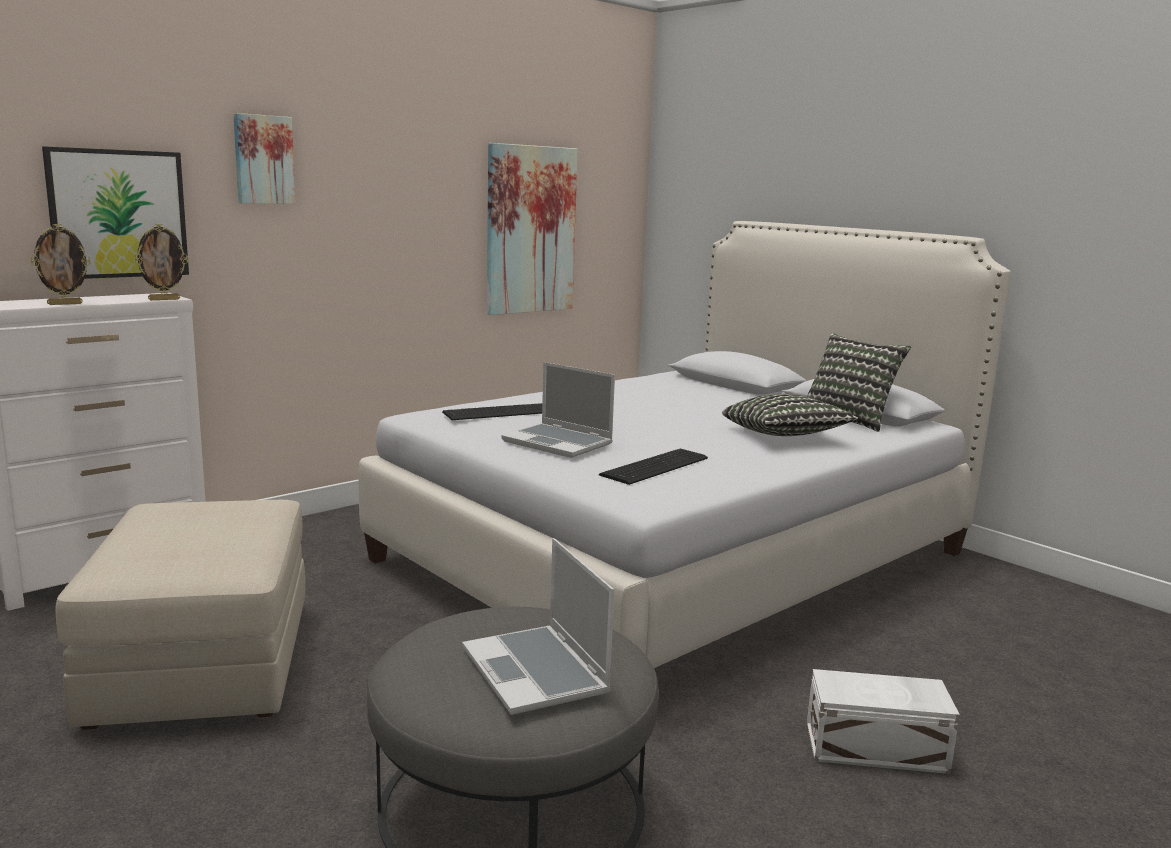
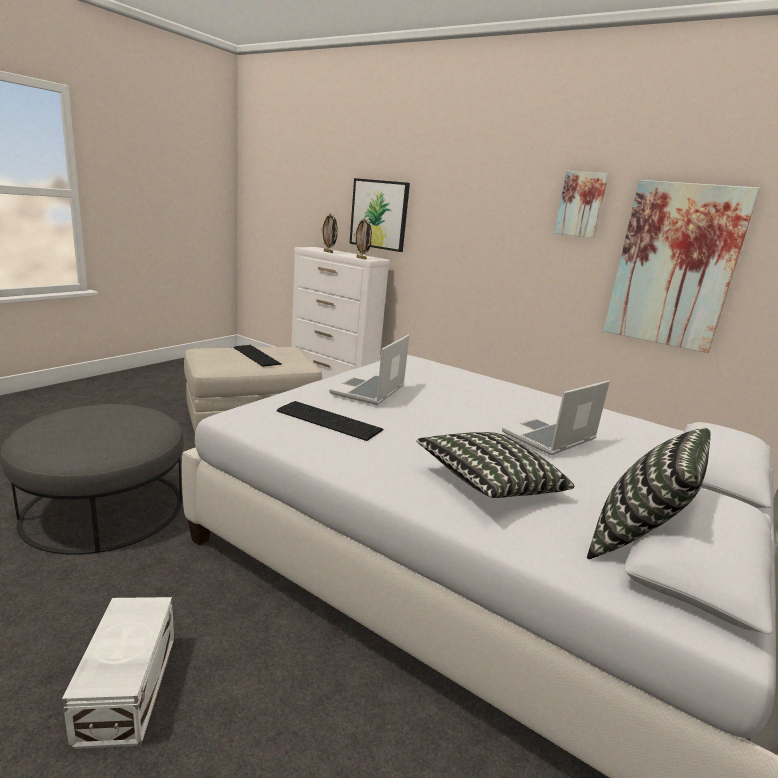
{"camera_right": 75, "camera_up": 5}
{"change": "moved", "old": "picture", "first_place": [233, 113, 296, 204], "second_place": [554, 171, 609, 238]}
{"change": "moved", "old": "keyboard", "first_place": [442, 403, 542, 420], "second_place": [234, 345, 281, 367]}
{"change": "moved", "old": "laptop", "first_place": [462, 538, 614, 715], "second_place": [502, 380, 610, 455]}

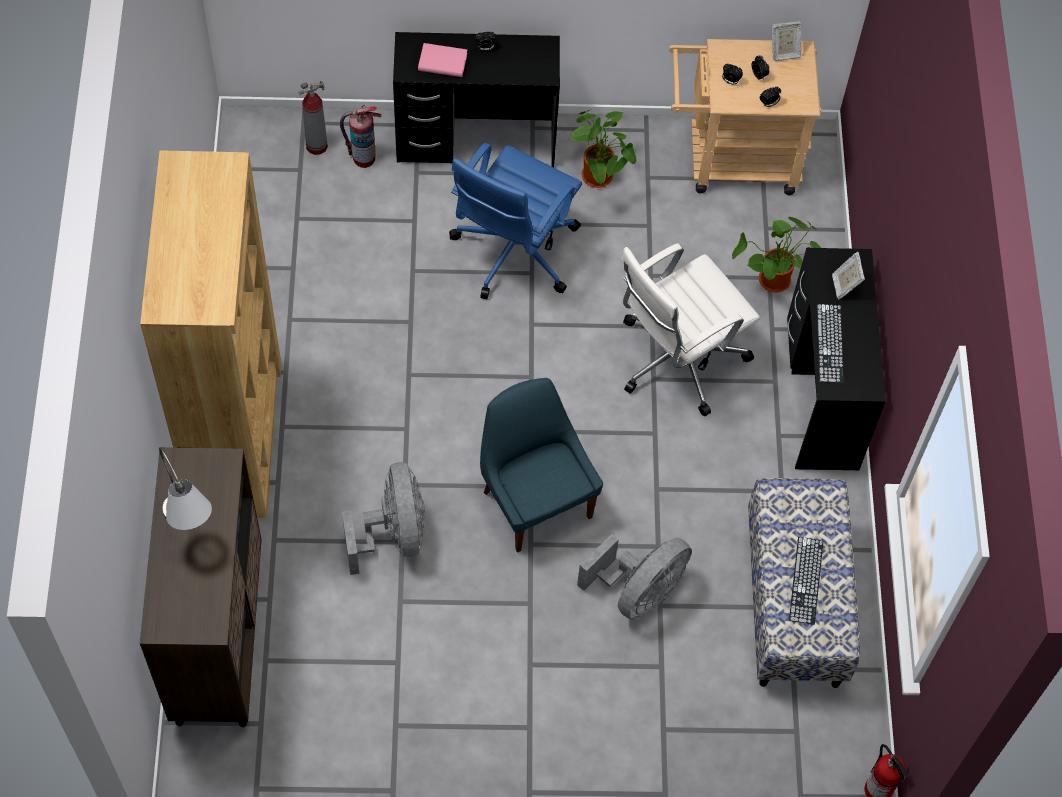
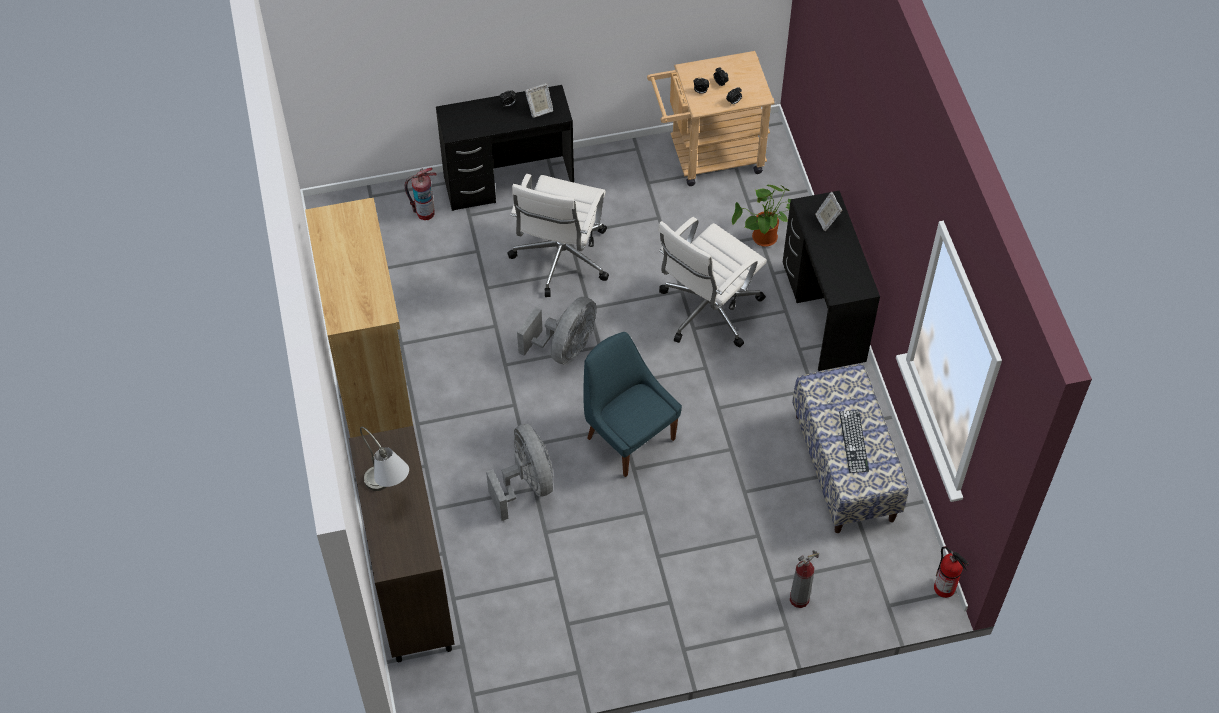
{"camera_right": -10, "camera_up": -5}
{"change": "moved", "old": "fire extinguisher", "first_place": [298, 81, 328, 155], "second_place": [790, 550, 819, 608]}
{"change": "removed", "old": "book/pink", "first_place": [418, 43, 467, 77]}
{"change": "recoloured", "old": "office chair/blue", "new": "office chair/white", "first_place": [449, 142, 582, 299], "second_place": [507, 174, 609, 297]}
{"change": "removed", "old": "potted plant", "first_place": [570, 110, 637, 188]}
{"change": "moved", "old": "fan/grey", "first_place": [577, 534, 692, 620], "second_place": [517, 297, 597, 365]}
{"change": "moved", "old": "picture frame", "first_place": [772, 21, 802, 61], "second_place": [525, 83, 553, 118]}
{"change": "removed", "old": "keyboard", "first_place": [816, 304, 844, 383]}

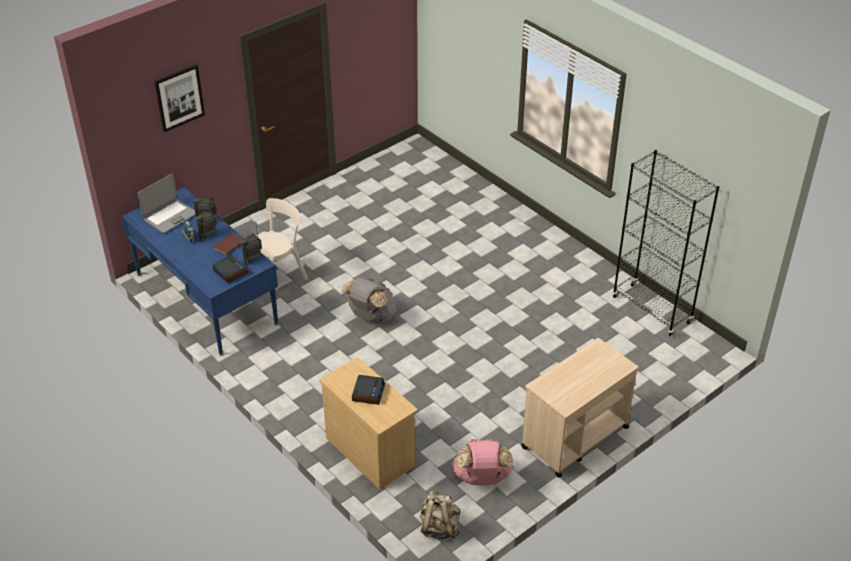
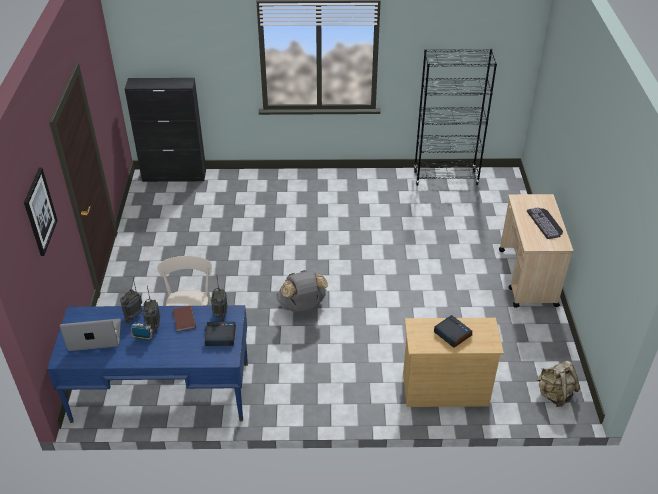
{"camera_right": -50, "camera_up": 0}
{"change": "turned", "old": "laptop", "first_place": [138, 174, 195, 233], "second_place": [60, 319, 121, 351], "degrees": -90}
{"change": "removed", "old": "backpack/pink", "first_place": [452, 438, 513, 485]}
{"change": "added", "new": "cabinet/black", "second_place": [125, 78, 206, 182]}
{"change": "added", "new": "keyboard", "second_place": [527, 208, 563, 239]}

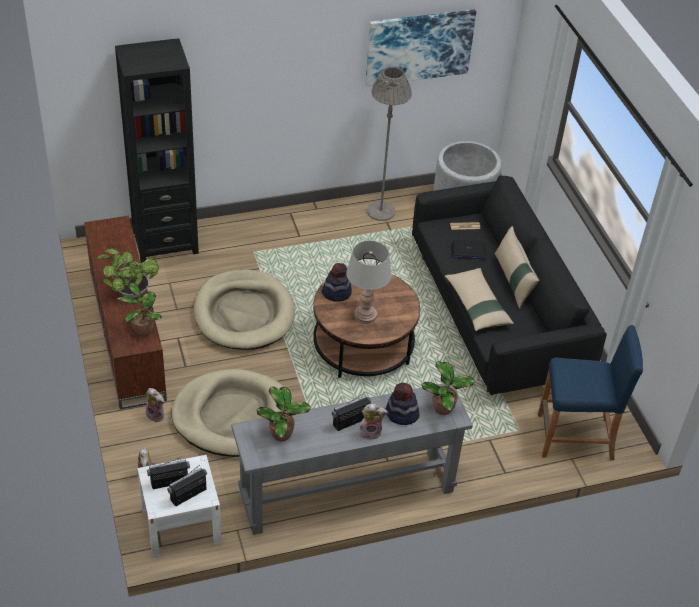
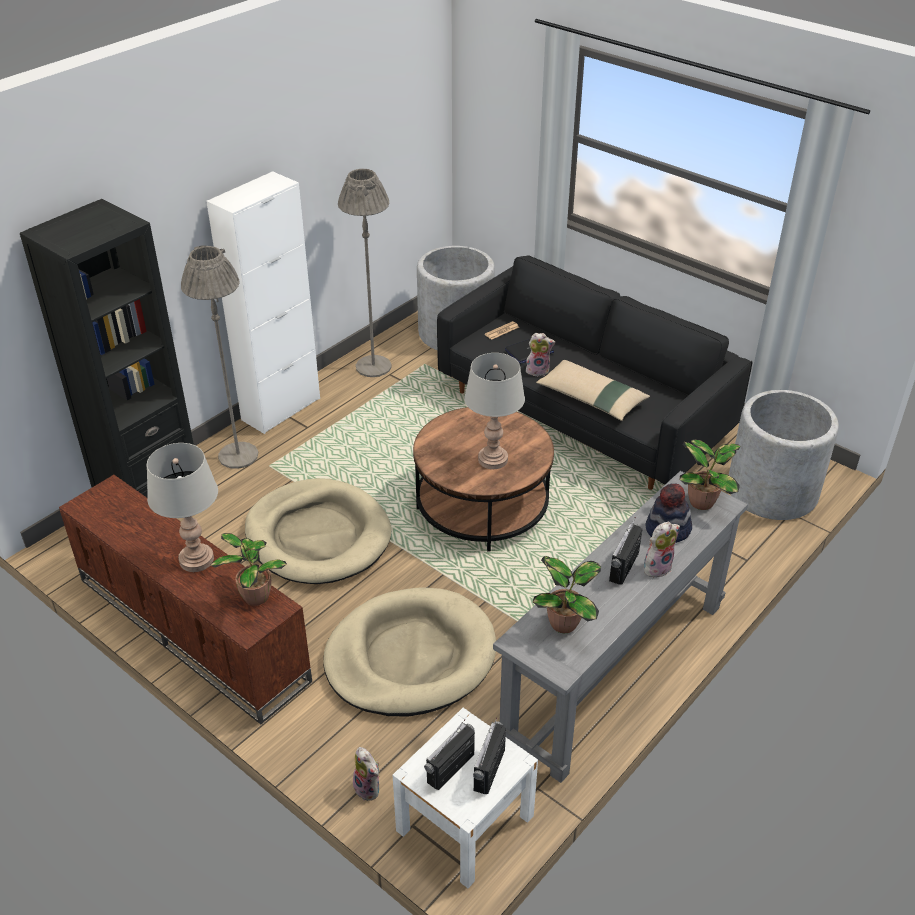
{"camera_right": -30, "camera_up": -5}
{"change": "replaced", "old": "potted plant", "new": "table lamp/grey", "first_place": [96, 249, 159, 298], "second_place": [147, 443, 218, 572]}
{"change": "moved", "old": "plush toy", "first_place": [146, 388, 165, 423], "second_place": [526, 333, 555, 377]}
{"change": "removed", "old": "hat", "first_place": [322, 263, 352, 302]}
{"change": "removed", "old": "picture", "first_place": [365, 9, 476, 86]}
{"change": "removed", "old": "pillow/beige", "first_place": [494, 226, 540, 309]}
{"change": "replaced", "old": "stool/blue", "new": "planter/grey", "first_place": [538, 325, 643, 460], "second_place": [729, 390, 839, 520]}
{"change": "added", "new": "floor lamp/grey", "second_place": [181, 245, 258, 469]}
{"change": "added", "new": "cabinet/white", "second_place": [206, 171, 320, 434]}

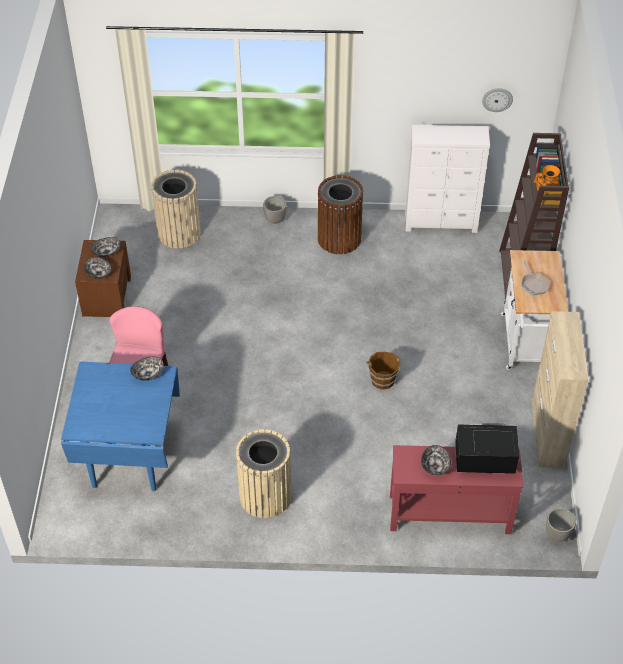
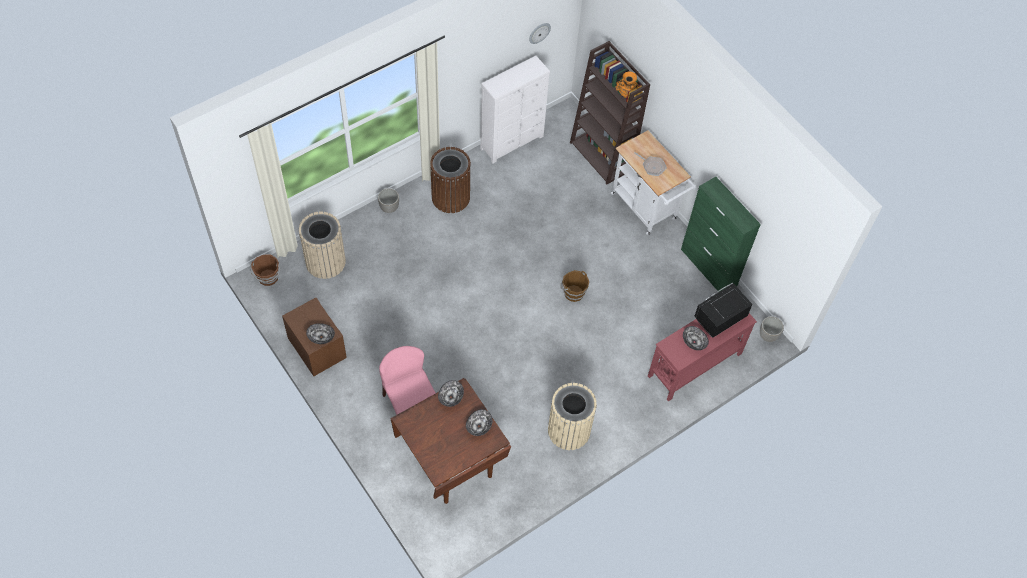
{"camera_right": -40, "camera_up": 10}
{"change": "recoloured", "old": "dining table/blue", "new": "dining table/brown", "first_place": [61, 362, 180, 491], "second_place": [391, 378, 511, 504]}
{"change": "moved", "old": "bowl", "first_place": [90, 237, 121, 257], "second_place": [466, 409, 493, 436]}
{"change": "recoloured", "old": "cabinet/beige", "new": "cabinet/green", "first_place": [532, 311, 589, 468], "second_place": [681, 177, 761, 292]}
{"change": "added", "new": "bucket/brown", "second_place": [251, 255, 280, 286]}

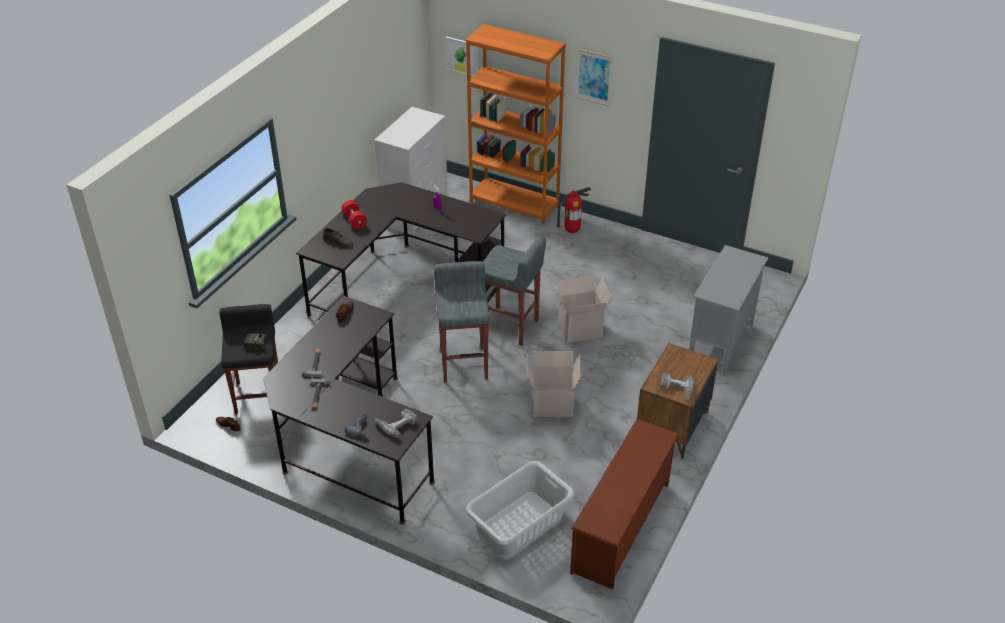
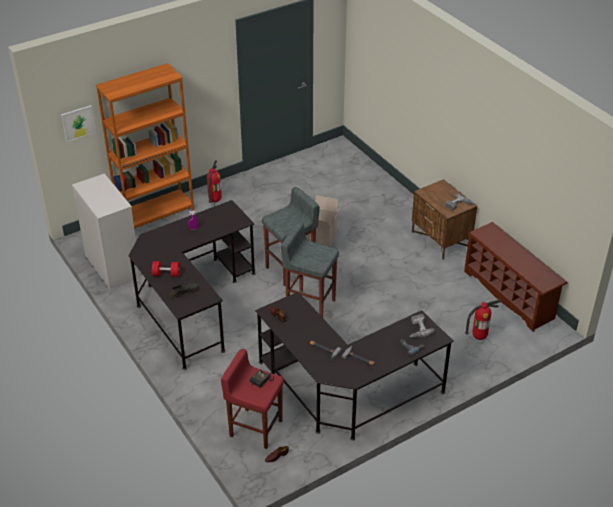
{"camera_right": -60, "camera_up": 0}
{"change": "recoloured", "old": "stool/black", "new": "stool/red", "first_place": [219, 304, 278, 414], "second_place": [221, 349, 284, 449]}
{"change": "replaced", "old": "laundry basket/grey", "new": "fire extinguisher", "first_place": [465, 461, 574, 557], "second_place": [465, 299, 501, 340]}
{"change": "removed", "old": "cardboard box", "first_place": [527, 351, 582, 417]}
{"change": "removed", "old": "picture", "first_place": [576, 49, 612, 106]}
{"change": "removed", "old": "cabinet/grey", "first_place": [689, 245, 768, 376]}

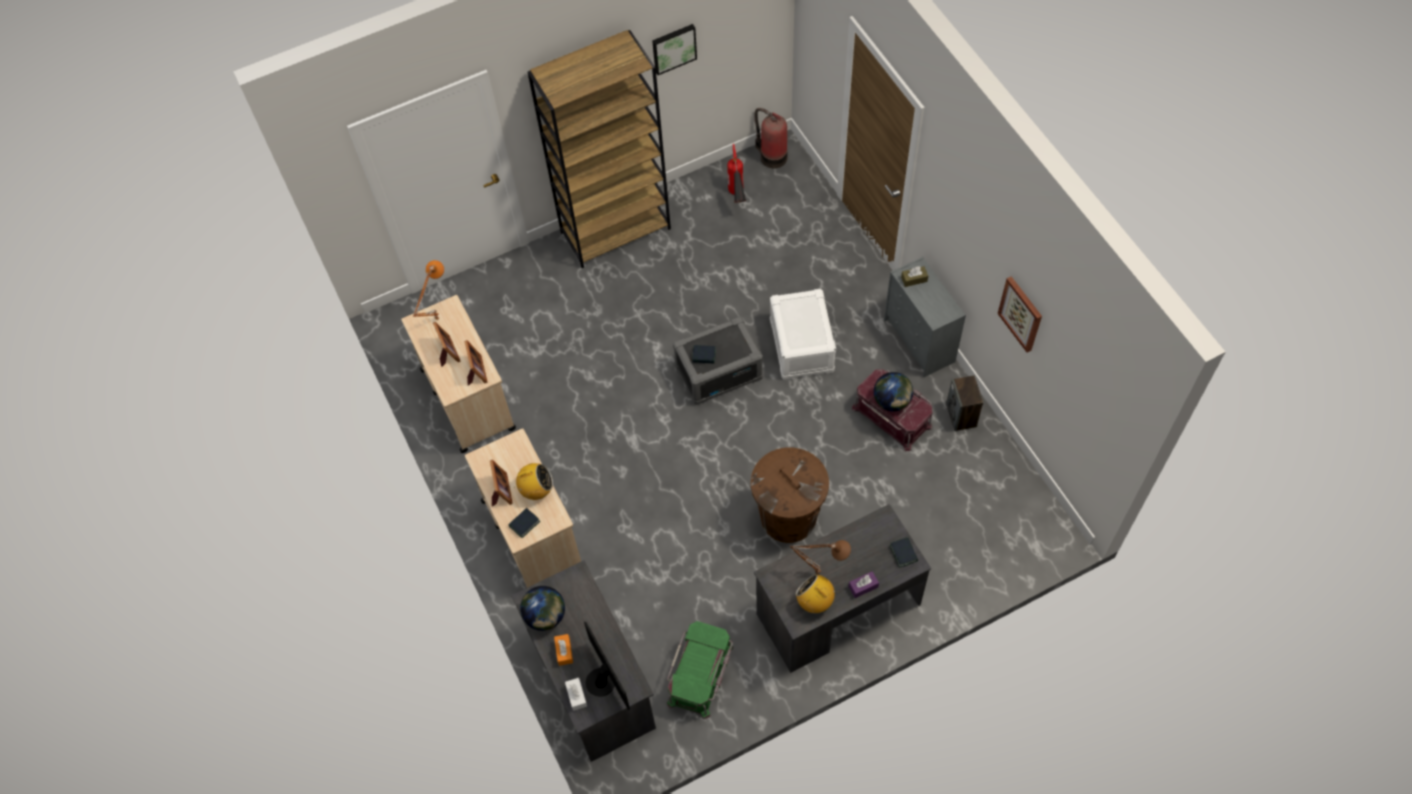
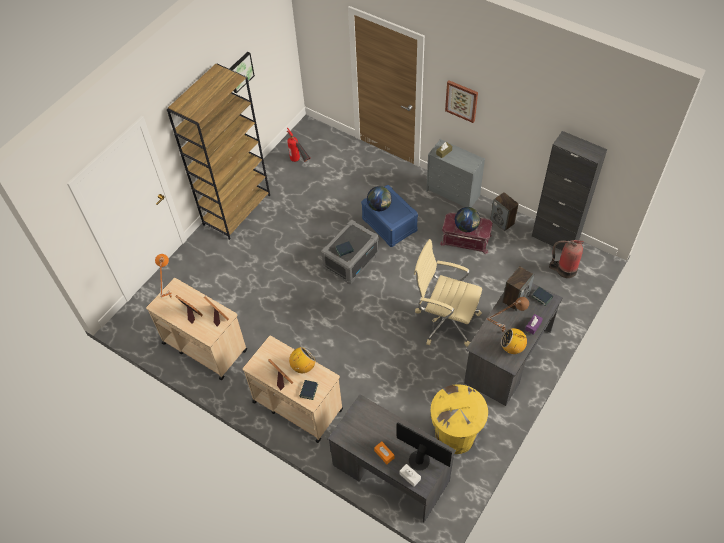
{"camera_right": -30, "camera_up": -5}
{"change": "moved", "old": "globe", "first_place": [520, 586, 565, 631], "second_place": [367, 186, 392, 211]}
{"change": "replaced", "old": "storage box/green", "new": "trash can/yellow", "first_place": [667, 621, 733, 719], "second_place": [430, 384, 488, 454]}
{"change": "replaced", "old": "trash can/brown", "new": "office chair/beige", "first_place": [751, 447, 829, 543], "second_place": [414, 239, 482, 347]}
{"change": "moved", "old": "fire extinguisher", "first_place": [754, 108, 788, 168], "second_place": [549, 240, 584, 278]}
{"change": "recoloured", "old": "storage box/white", "new": "storage box/blue", "first_place": [770, 289, 836, 380], "second_place": [361, 185, 418, 247]}
{"change": "moved", "old": "picture", "first_place": [998, 276, 1042, 352], "second_place": [445, 80, 478, 123]}
{"change": "added", "new": "speaker", "second_place": [502, 266, 535, 311]}
{"change": "added", "new": "cabinet/black", "second_place": [532, 131, 607, 251]}

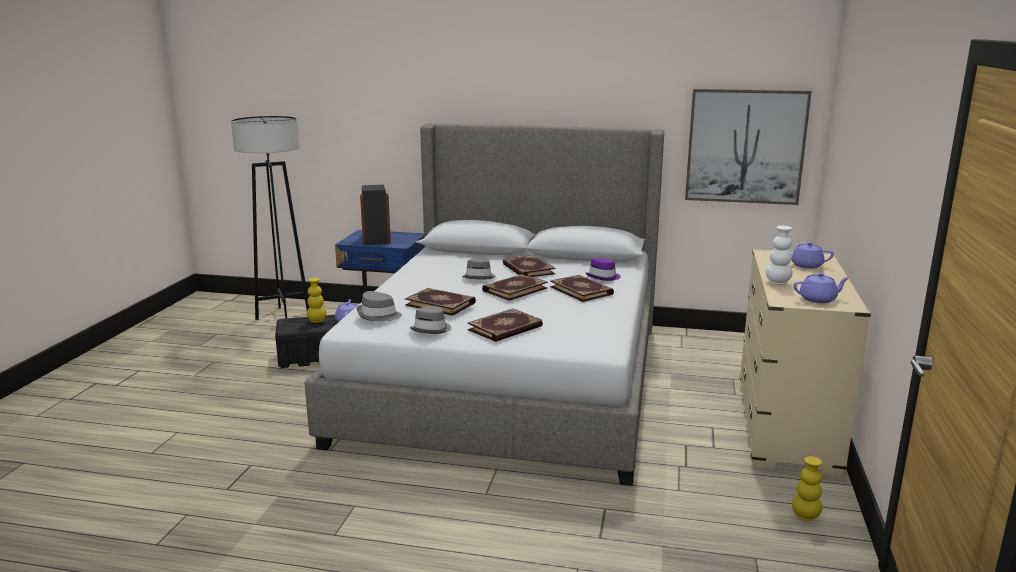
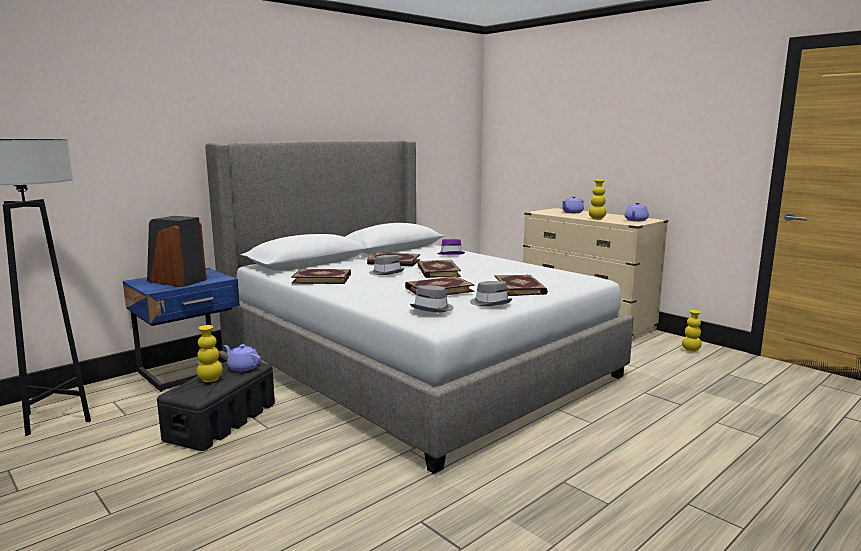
{"camera_right": -55, "camera_up": -5}
{"change": "moved", "old": "book", "first_place": [550, 275, 614, 302], "second_place": [291, 269, 351, 284]}
{"change": "removed", "old": "picture", "first_place": [685, 89, 812, 205]}
{"change": "recoloured", "old": "vase/white", "new": "vase/yellow", "first_place": [766, 226, 793, 284], "second_place": [589, 180, 606, 220]}

